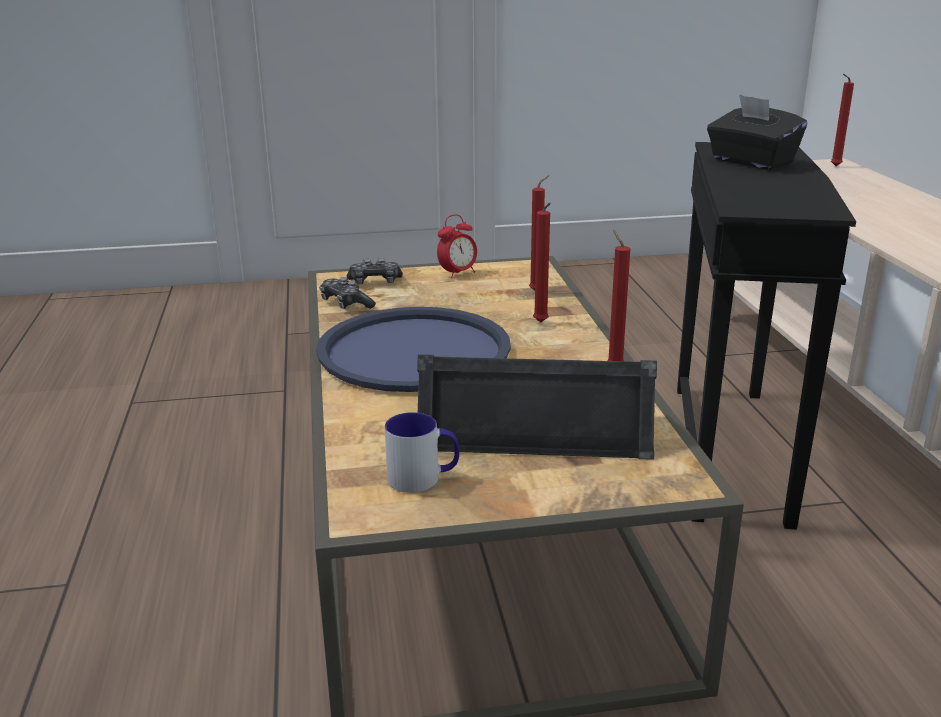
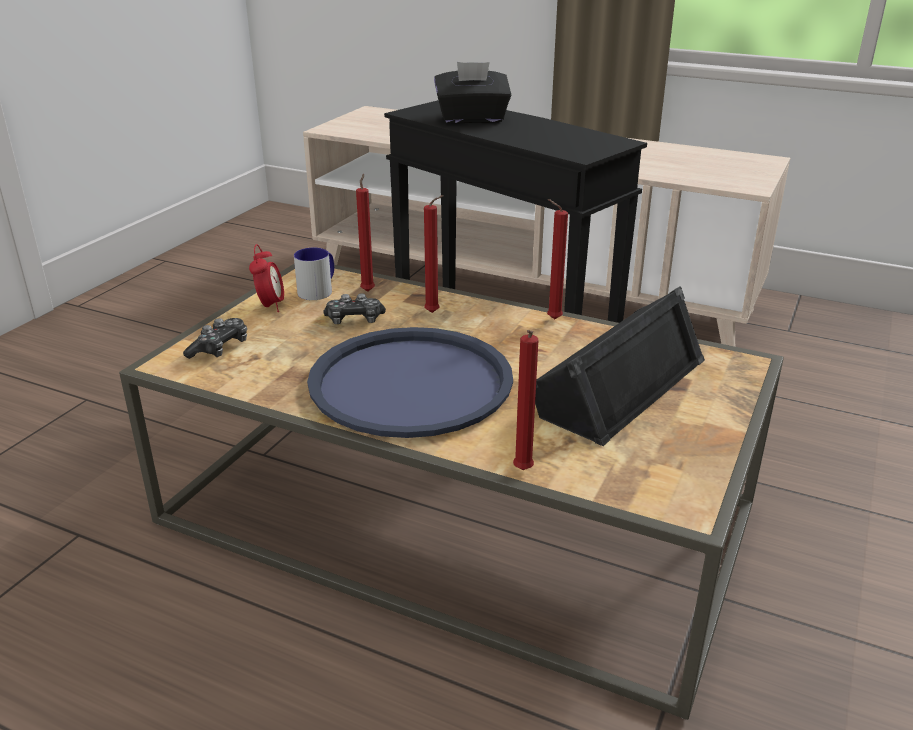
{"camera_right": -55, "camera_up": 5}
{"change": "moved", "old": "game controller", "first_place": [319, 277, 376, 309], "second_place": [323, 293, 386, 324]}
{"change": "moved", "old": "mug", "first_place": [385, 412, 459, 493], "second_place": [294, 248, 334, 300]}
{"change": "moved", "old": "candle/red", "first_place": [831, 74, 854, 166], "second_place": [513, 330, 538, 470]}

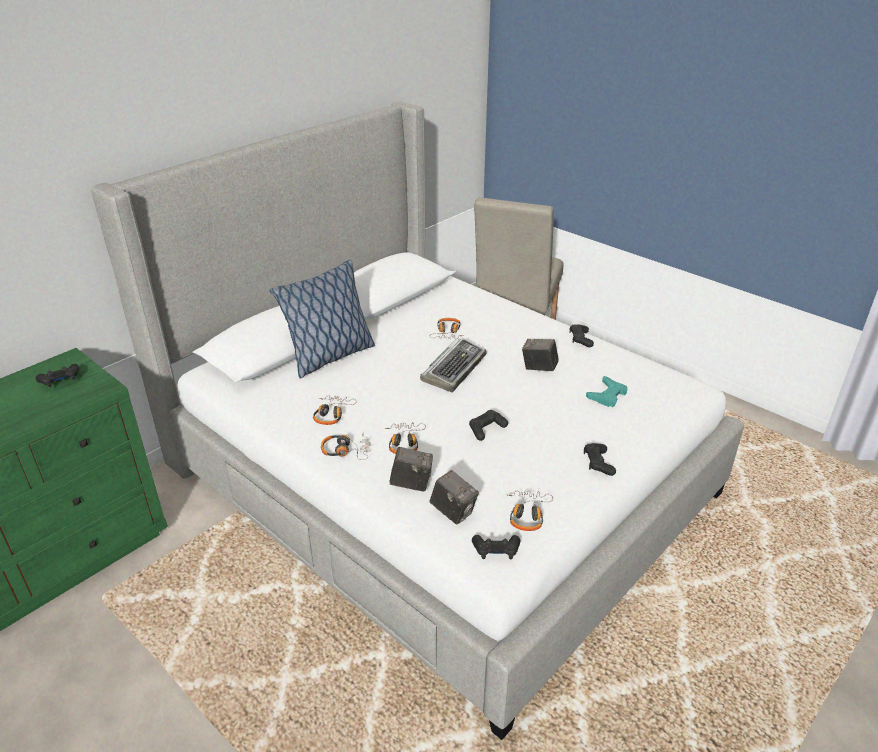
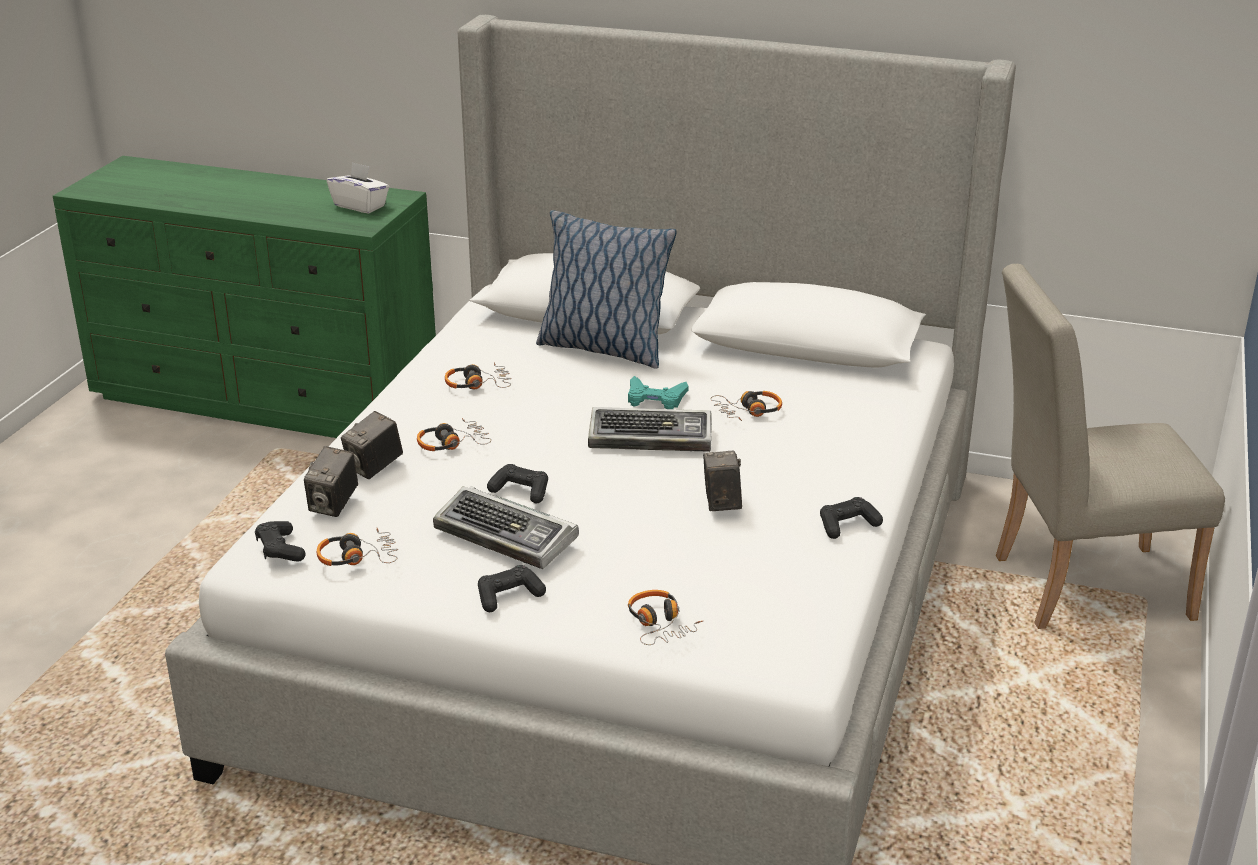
{"camera_right": 65, "camera_up": -5}
{"change": "replaced", "old": "game controller/black", "new": "tissue box/white", "first_place": [35, 364, 79, 387], "second_place": [327, 162, 390, 214]}
{"change": "moved", "old": "headphones", "first_place": [321, 434, 371, 460], "second_place": [628, 590, 703, 645]}
{"change": "turned", "old": "photo camera", "first_place": [390, 447, 433, 492], "second_place": [341, 411, 403, 479], "degrees": 60}
{"change": "moved", "old": "game controller/turquoise", "first_place": [586, 376, 627, 407], "second_place": [628, 376, 688, 409]}
{"change": "added", "new": "keyboard", "second_place": [433, 486, 579, 569]}

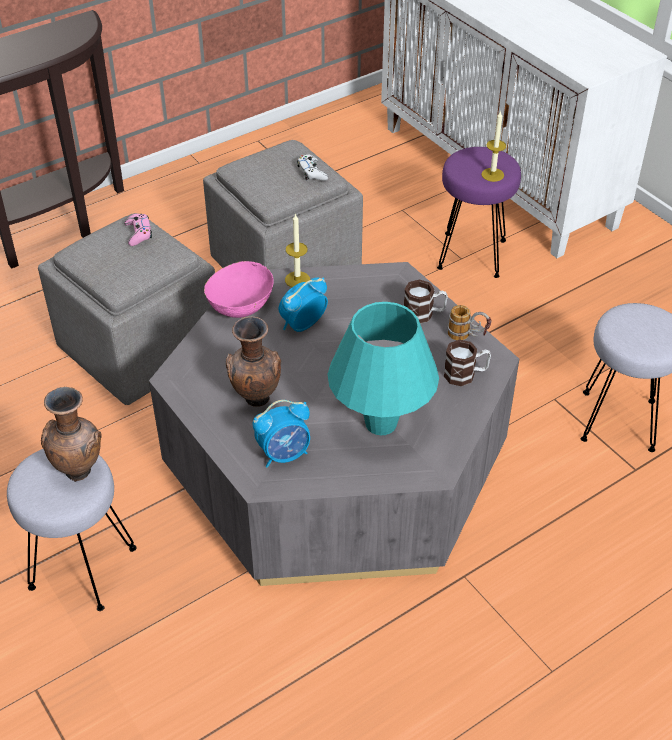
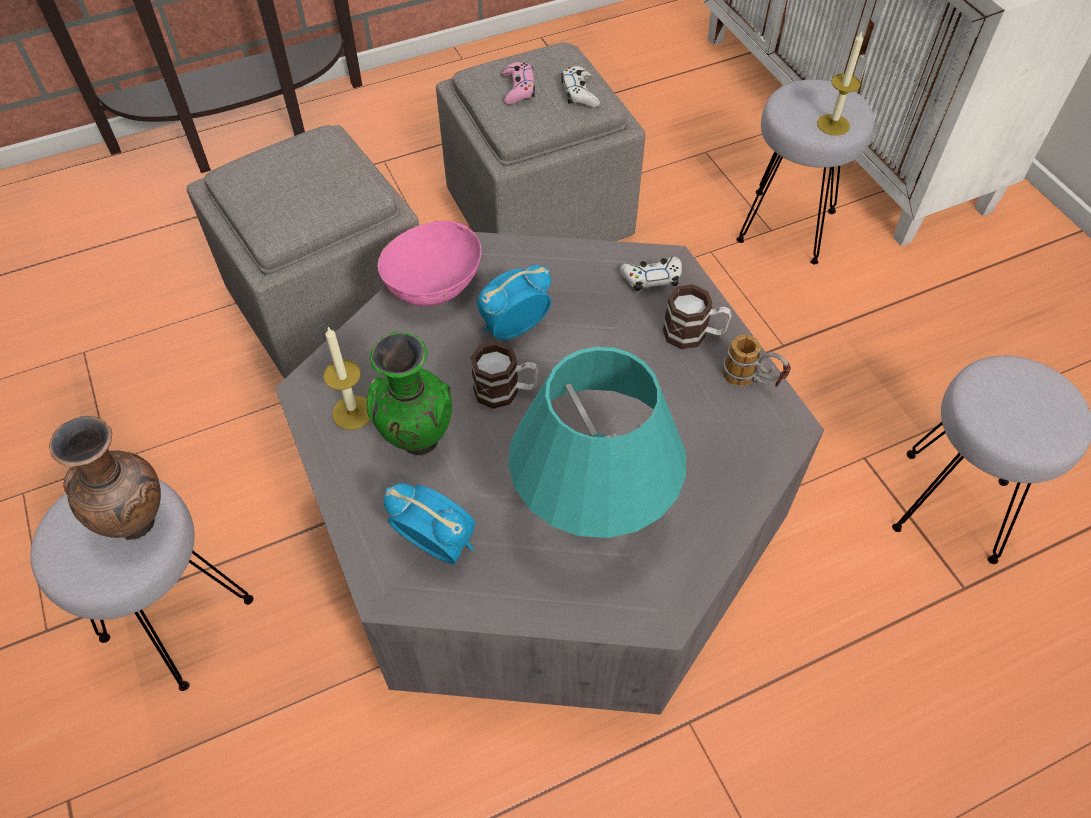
{"camera_right": 10, "camera_up": 10}
{"change": "moved", "old": "game controller/pink", "first_place": [125, 214, 152, 246], "second_place": [501, 62, 535, 105]}
{"change": "recoloured", "old": "vase/brown", "new": "vase/green", "first_place": [226, 317, 281, 407], "second_place": [367, 331, 452, 455]}
{"change": "turned", "old": "alarm clock", "first_place": [253, 400, 310, 468], "second_place": [384, 483, 476, 564], "degrees": -135}
{"change": "moved", "old": "candle", "first_place": [285, 213, 310, 287], "second_place": [323, 327, 370, 430]}
{"change": "recoloured", "old": "stool/purple", "new": "stool/grey", "first_place": [437, 147, 521, 278], "second_place": [736, 80, 874, 264]}
{"change": "moved", "old": "mug", "first_place": [444, 339, 491, 386], "second_place": [470, 341, 539, 409]}
{"change": "added", "new": "game controller/white", "second_place": [620, 256, 682, 292]}

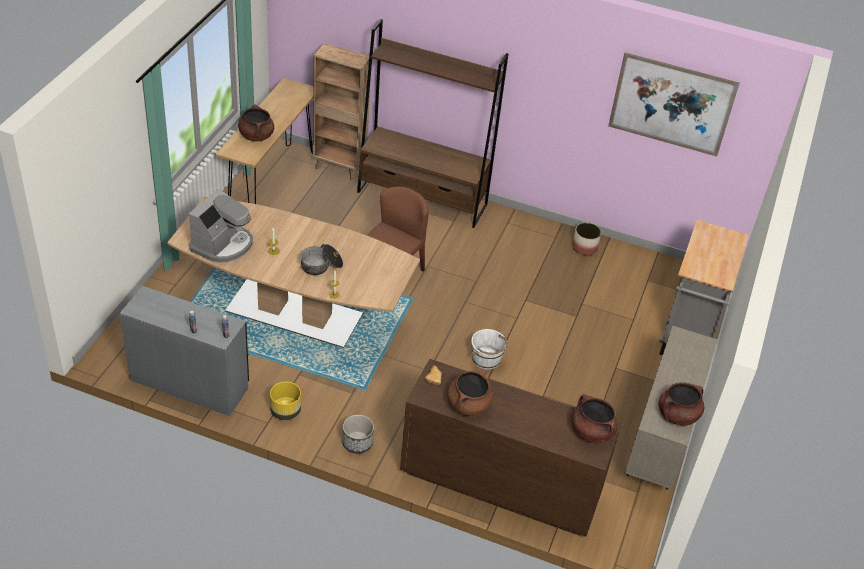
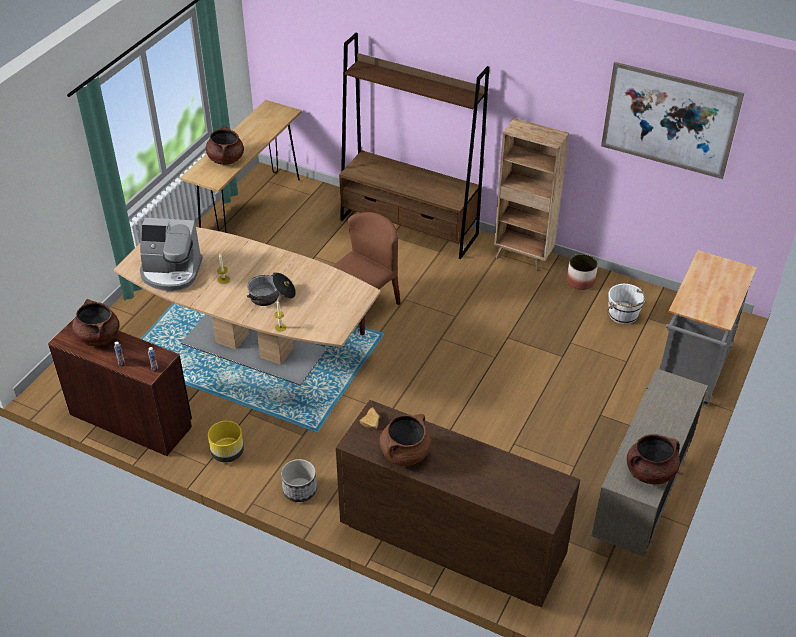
{"camera_right": 10, "camera_up": 0}
{"change": "recoloured", "old": "desk/grey", "new": "desk/brown", "first_place": [119, 286, 249, 416], "second_place": [48, 318, 192, 456]}
{"change": "turned", "old": "coffee machine", "first_place": [189, 189, 253, 263], "second_place": [140, 218, 203, 291], "degrees": 60}
{"change": "moved", "old": "bookcase/brown", "first_place": [313, 43, 370, 180], "second_place": [494, 118, 569, 272]}
{"change": "moved", "old": "bucket/white", "first_place": [470, 329, 507, 370], "second_place": [607, 284, 646, 324]}
{"change": "moved", "old": "cooking pot/brown", "first_place": [571, 394, 618, 443], "second_place": [72, 299, 120, 346]}

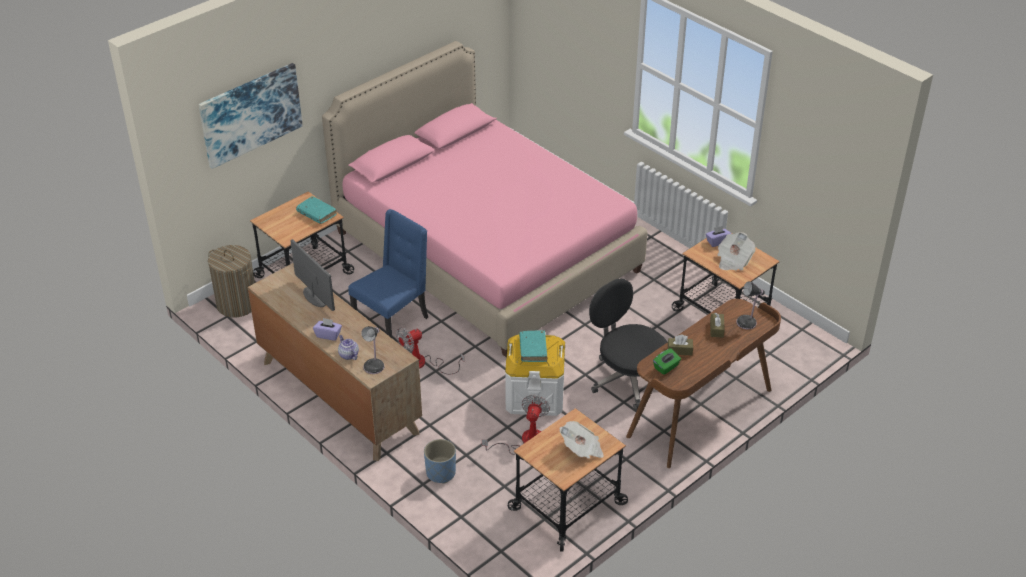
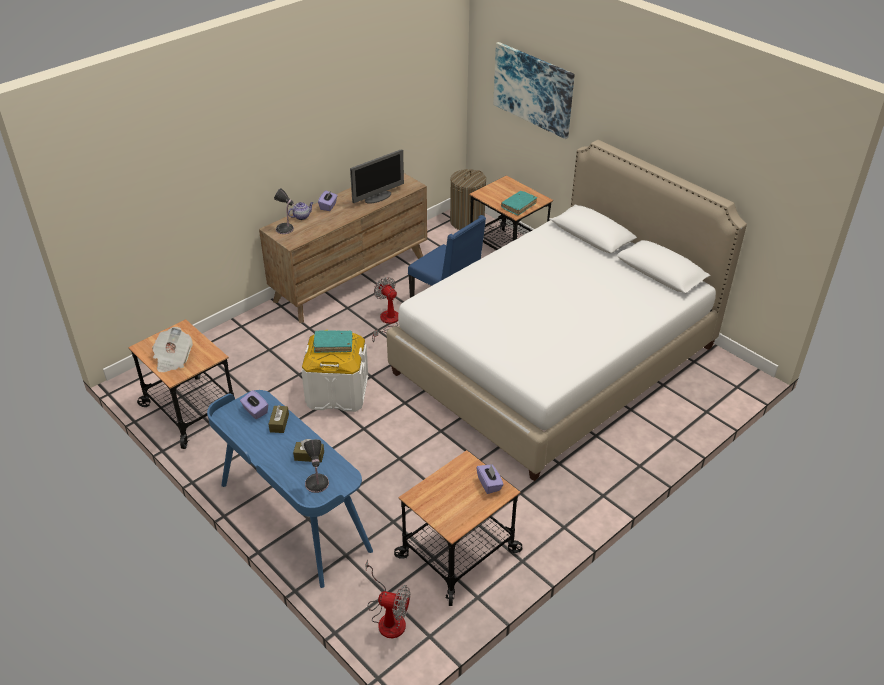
{"camera_right": 90, "camera_up": 0}
{"change": "recoloured", "old": "bed/pink", "new": "bed/white", "first_place": [322, 41, 648, 357], "second_place": [387, 140, 747, 481]}
{"change": "removed", "old": "planter/blue", "first_place": [424, 439, 456, 484]}
{"change": "moved", "old": "fan", "first_place": [482, 395, 550, 455], "second_place": [365, 559, 410, 638]}
{"change": "removed", "old": "office chair/black", "first_place": [589, 279, 667, 410]}
{"change": "recoloured", "old": "desk/brown", "new": "desk/blue", "first_place": [626, 299, 781, 468], "second_place": [207, 390, 373, 588]}
{"change": "recoloured", "old": "tissue box/green", "new": "tissue box/purple", "first_place": [653, 348, 681, 375], "second_place": [240, 390, 268, 419]}
{"change": "removed", "old": "newspaper", "first_place": [717, 232, 756, 271]}

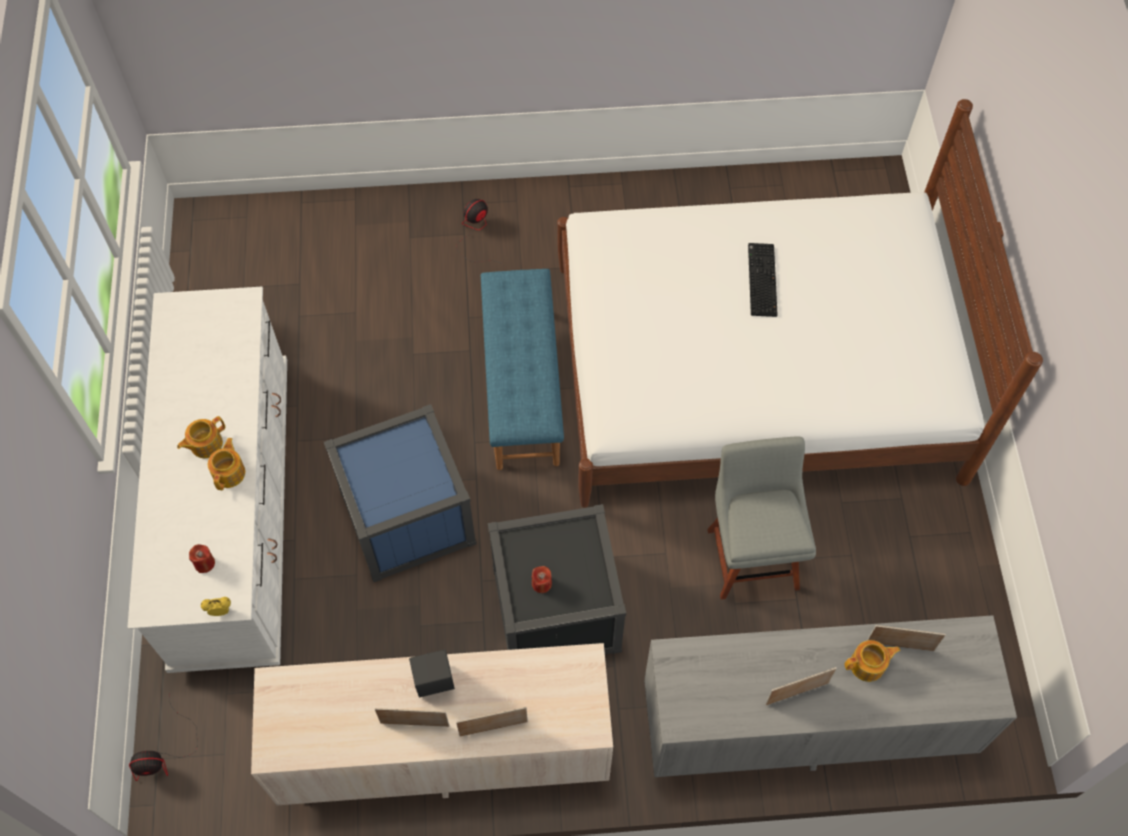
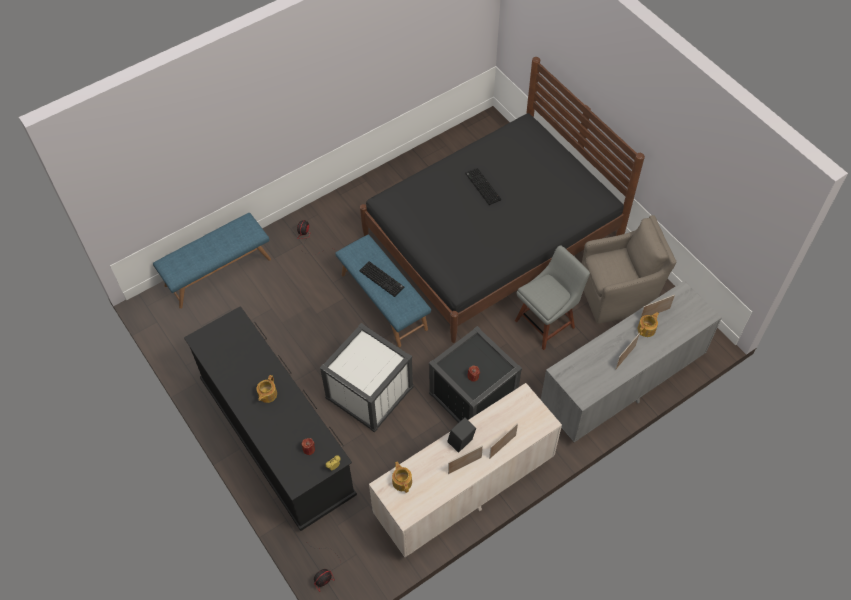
{"camera_right": -30, "camera_up": -5}
{"change": "recoloured", "old": "dresser/white", "new": "dresser/black", "first_place": [128, 287, 287, 673], "second_place": [184, 306, 357, 531]}
{"change": "moved", "old": "teapot", "first_place": [208, 438, 245, 490], "second_place": [392, 462, 412, 493]}
{"change": "recoloured", "old": "storage box/blue", "new": "storage box/white", "first_place": [324, 404, 477, 582], "second_place": [320, 323, 413, 433]}
{"change": "recoloured", "old": "bed/white", "new": "bed/black", "first_place": [557, 99, 1043, 508], "second_place": [360, 57, 645, 343]}
{"change": "turned", "old": "chair/grey", "first_place": [707, 437, 816, 600], "second_place": [515, 245, 590, 350], "degrees": 90}
{"change": "added", "new": "bench/blue", "second_place": [153, 213, 271, 309]}
{"change": "added", "new": "keyboard", "second_place": [359, 261, 404, 297]}
{"change": "added", "new": "armchair/brown", "second_place": [582, 215, 676, 324]}

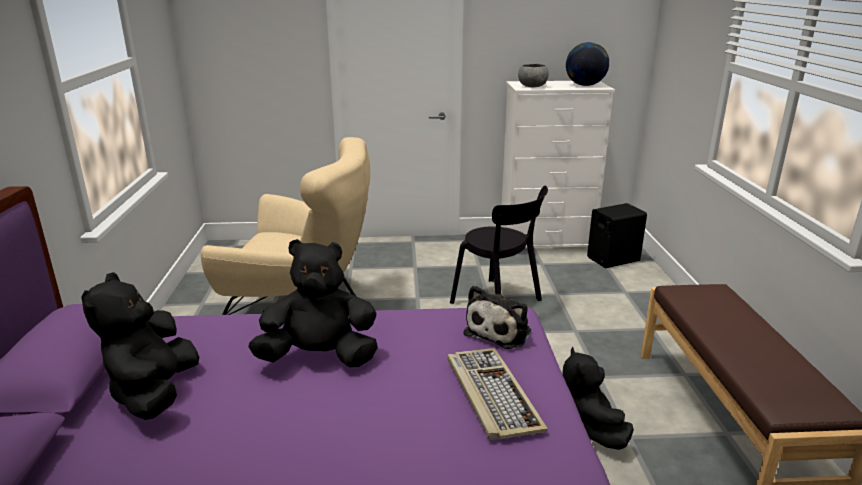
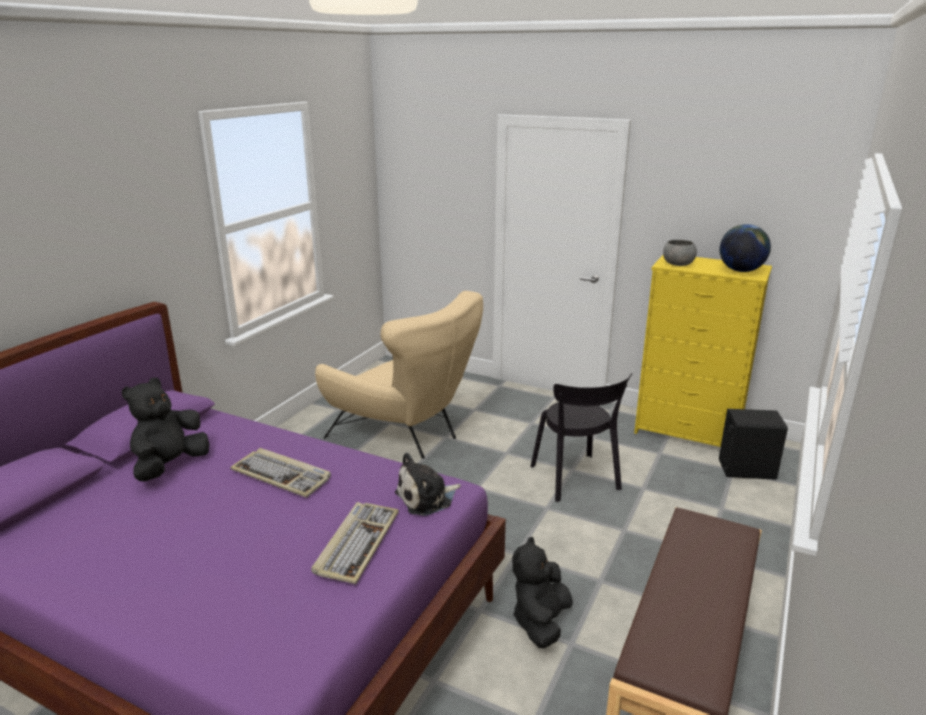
{"camera_right": 30, "camera_up": 0}
{"change": "replaced", "old": "plush toy/black", "new": "keyboard", "first_place": [248, 239, 378, 367], "second_place": [230, 448, 331, 498]}
{"change": "recoloured", "old": "dresser/white", "new": "dresser/yellow", "first_place": [501, 81, 615, 248], "second_place": [634, 255, 772, 447]}

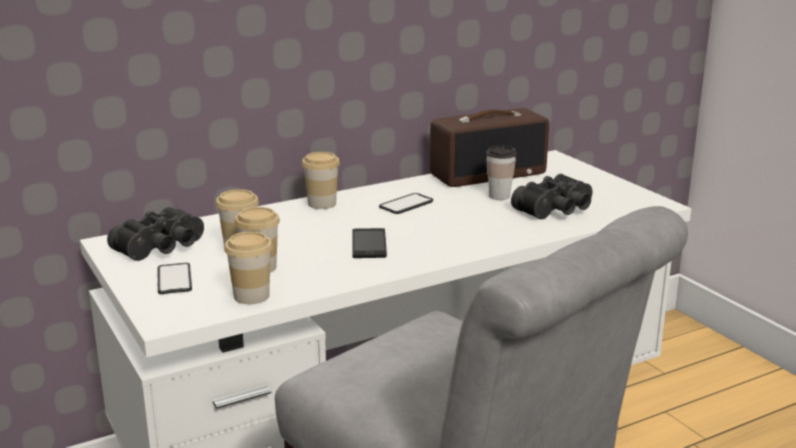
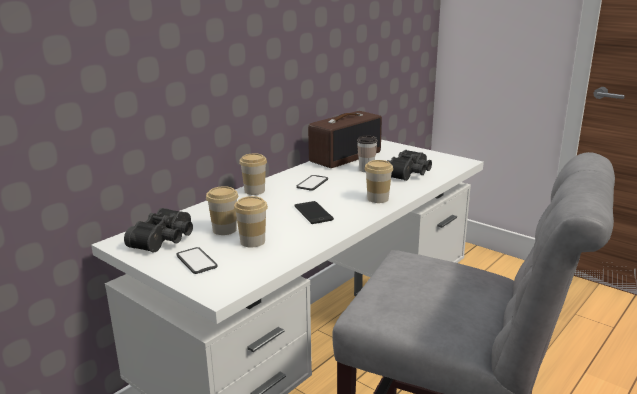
{"camera_right": -20, "camera_up": 0}
{"change": "moved", "old": "cup", "first_place": [224, 232, 273, 304], "second_place": [365, 160, 393, 203]}

